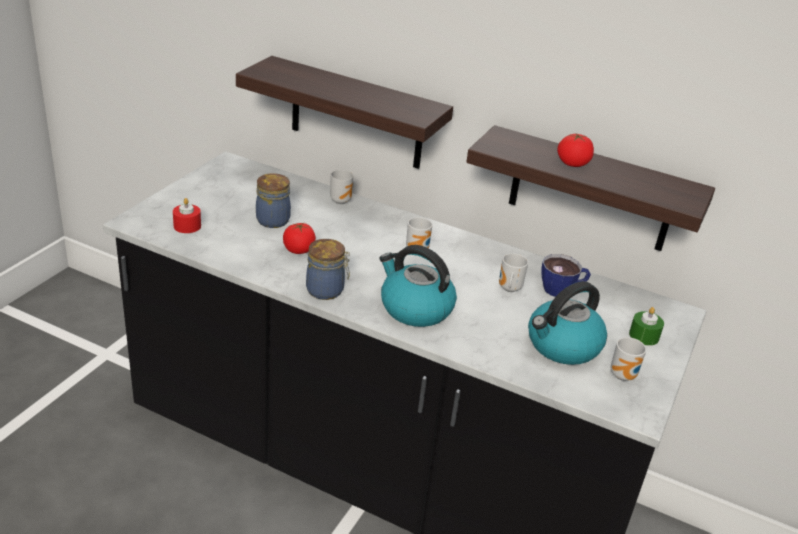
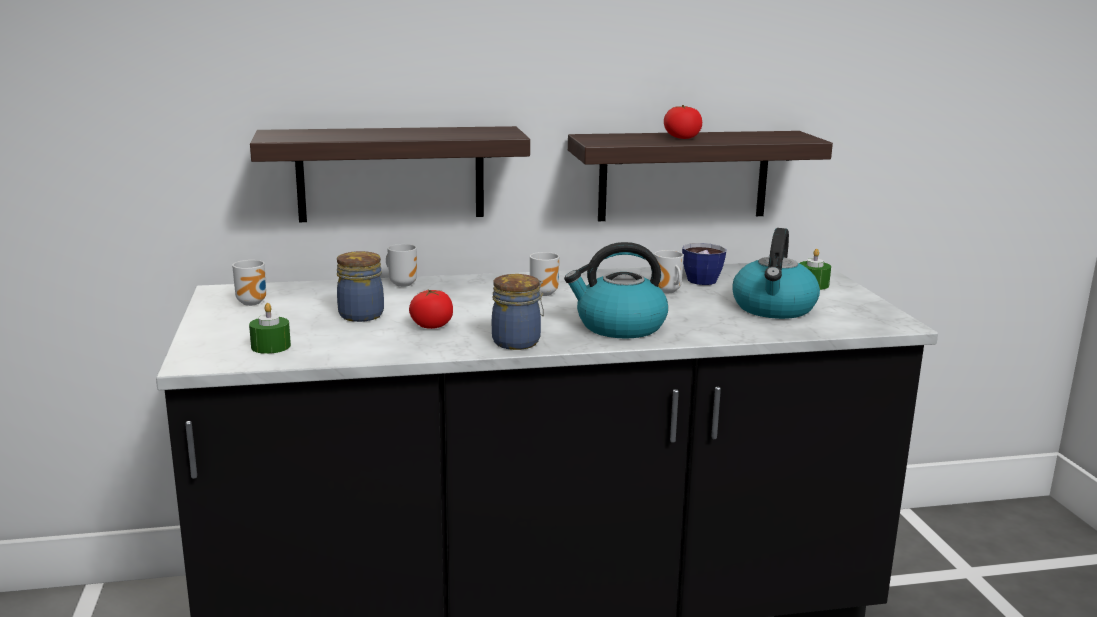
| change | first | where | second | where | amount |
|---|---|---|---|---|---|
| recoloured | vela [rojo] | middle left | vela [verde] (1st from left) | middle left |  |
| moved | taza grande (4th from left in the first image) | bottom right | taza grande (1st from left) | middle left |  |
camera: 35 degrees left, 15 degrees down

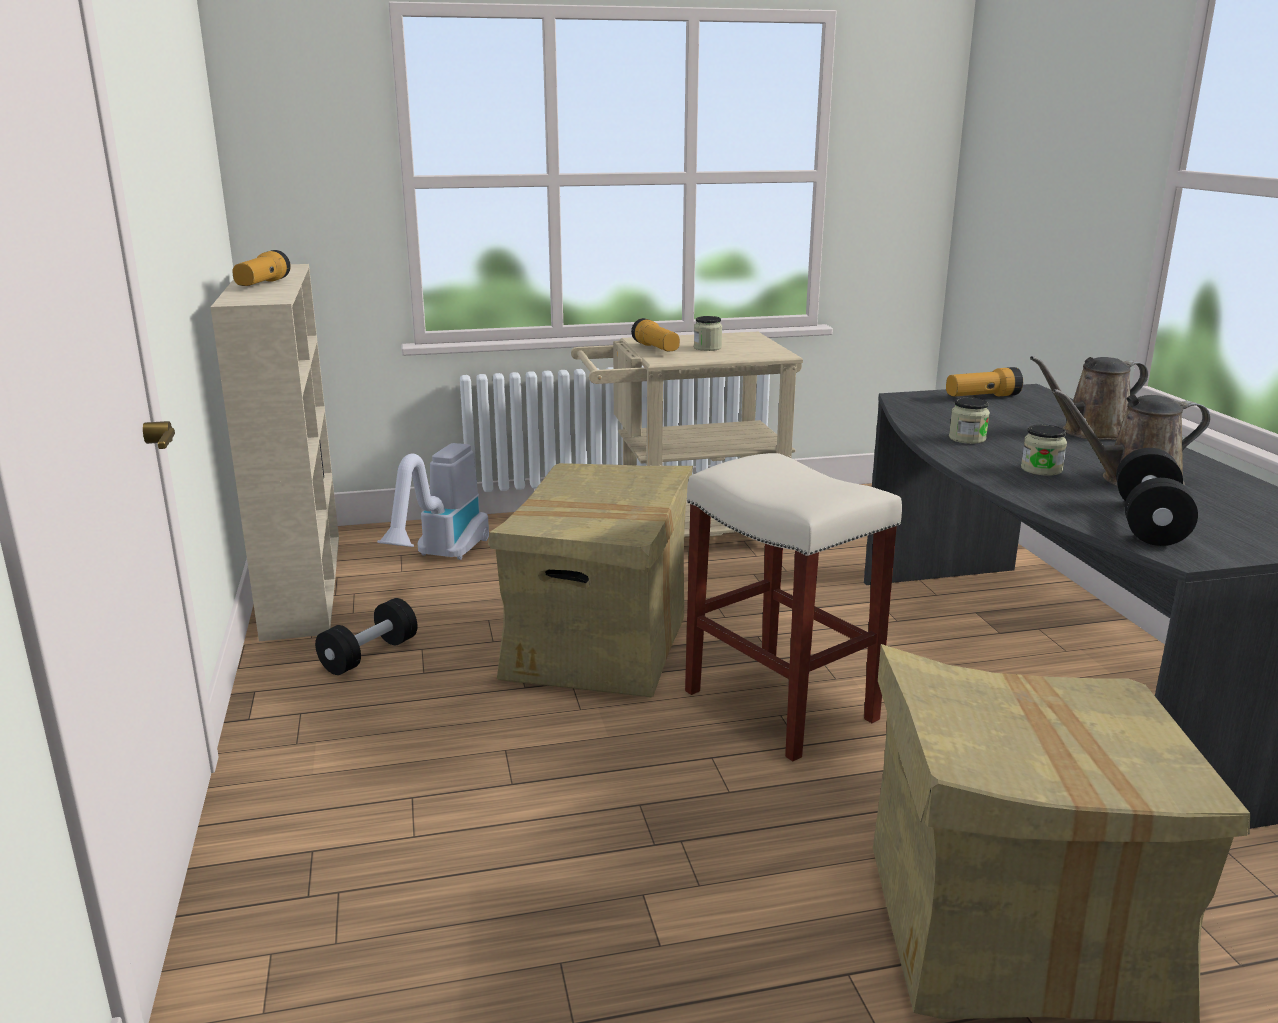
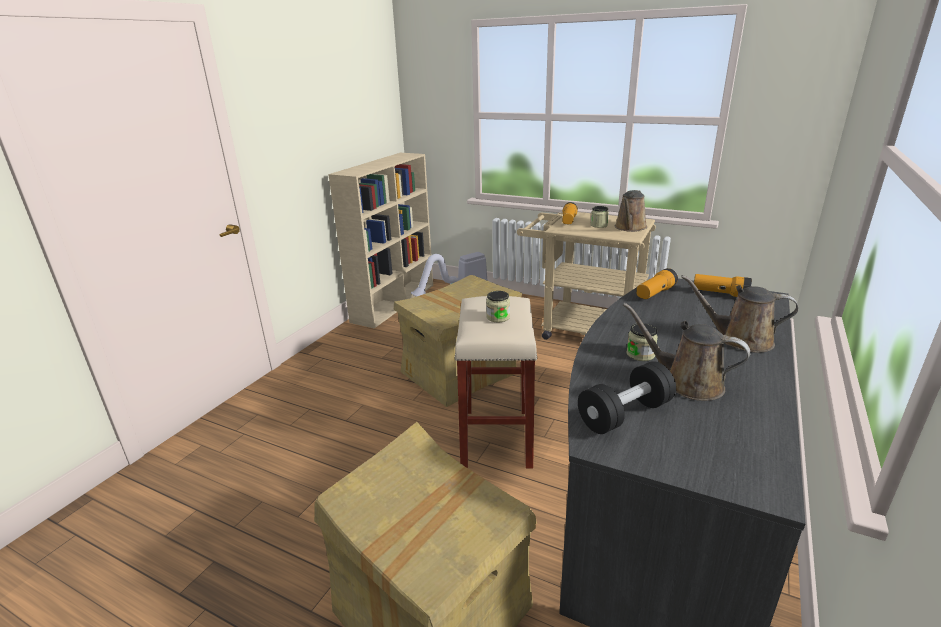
| change | first | where | second | where | amount |
|---|---|---|---|---|---|
| moved | linterna (1st from left in the first image) | top left | linterna (2nd from left) | middle right |  |
| removed | mancuerna [negro] (1st from left) | middle left |  |  |  |
| moved | tarro (2nd from left in the first image) | middle right | tarro (1st from left) | centre |  |
| added |  |  | regadera [marrón] (1st from left) | middle right |  |
camera: 40 degrees right, 5 degrees up

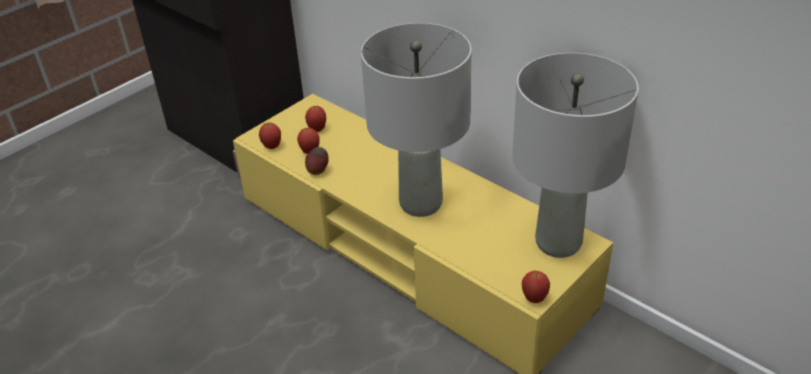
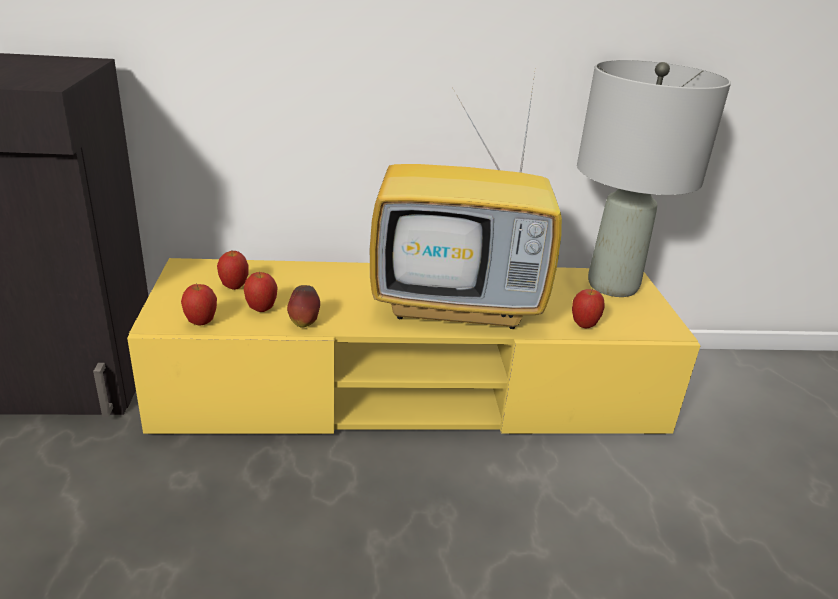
| change | first | where | second | where | amount |
|---|---|---|---|---|---|
| replaced | lámpara de mesa [gris] (1st from left) | top centre | televisor | centre |  |
| moved | manzana (5th from left) | bottom centre |  | middle right |  |
camera: 50 degrees left, 10 degrees down

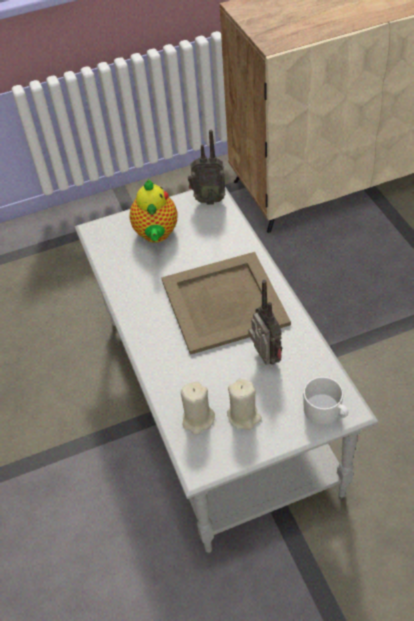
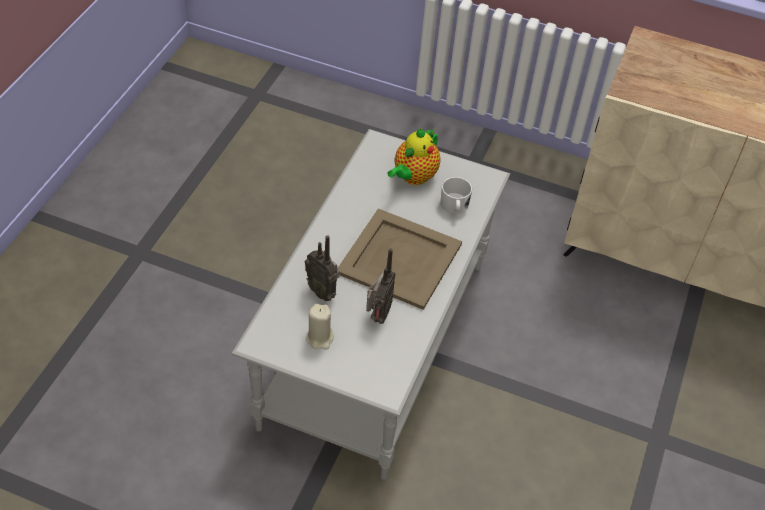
| change | first | where | second | where | amount |
|---|---|---|---|---|---|
| removed | vela [beis] (1st from left) | centre |  |  |  |
| moved | radio (1st from left) | top centre |  | centre |  |
| moved | taza grande [blanco] | middle right |  | centre |  |
camera: 35 degrees right, 0 degrees up

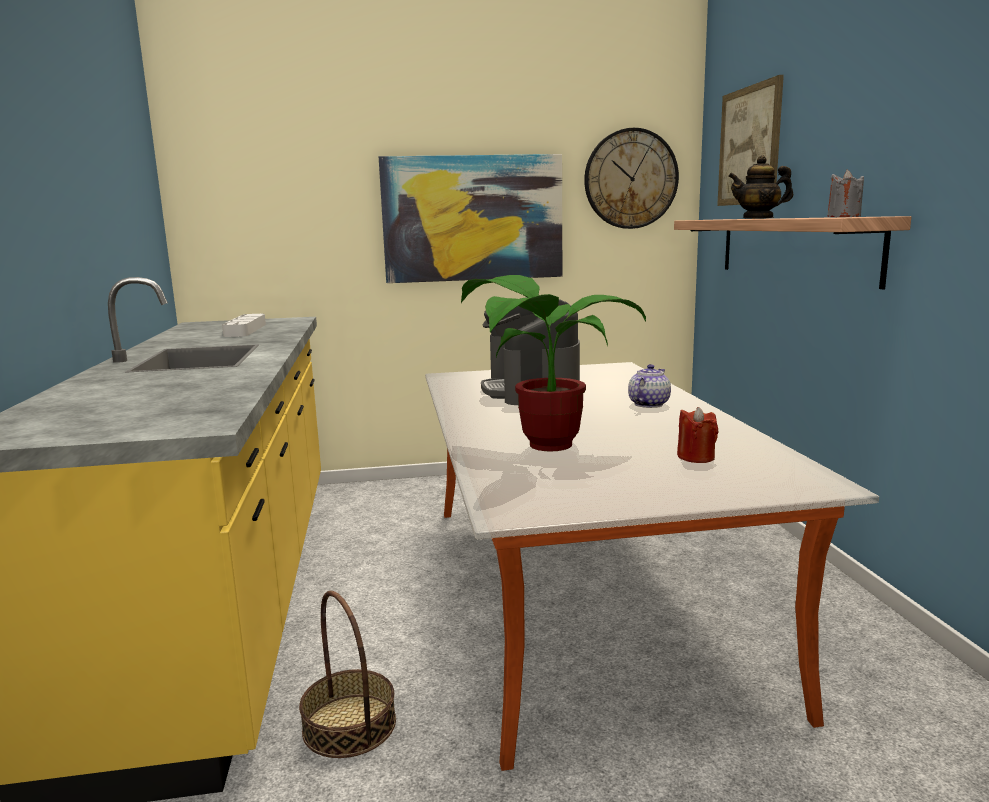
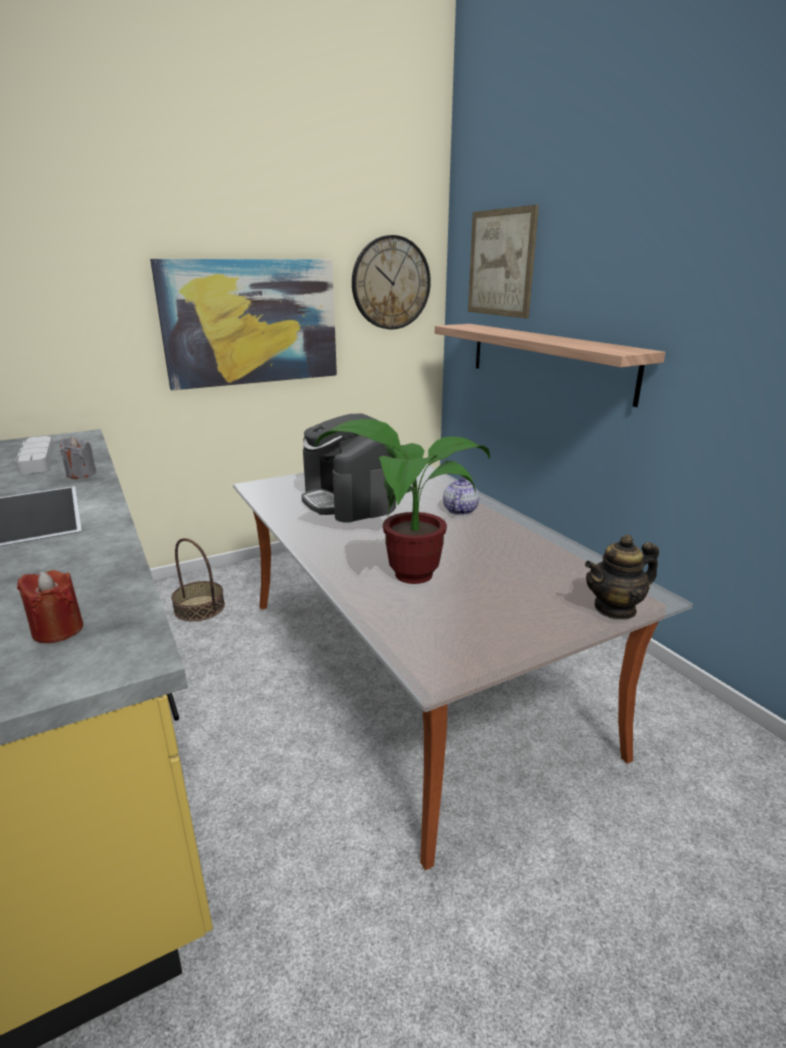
| change | first | where | second | where | amount |
|---|---|---|---|---|---|
| moved | cesta | bottom centre |  | middle left |  |
| moved | vela [rojo] | middle right |  | middle left |  |
| moved | tetera (2nd from left) | top right |  | middle right |  |
| moved | vela [gris] | top right |  | middle left |  |
camera: 20 degrees left, 10 degrees up

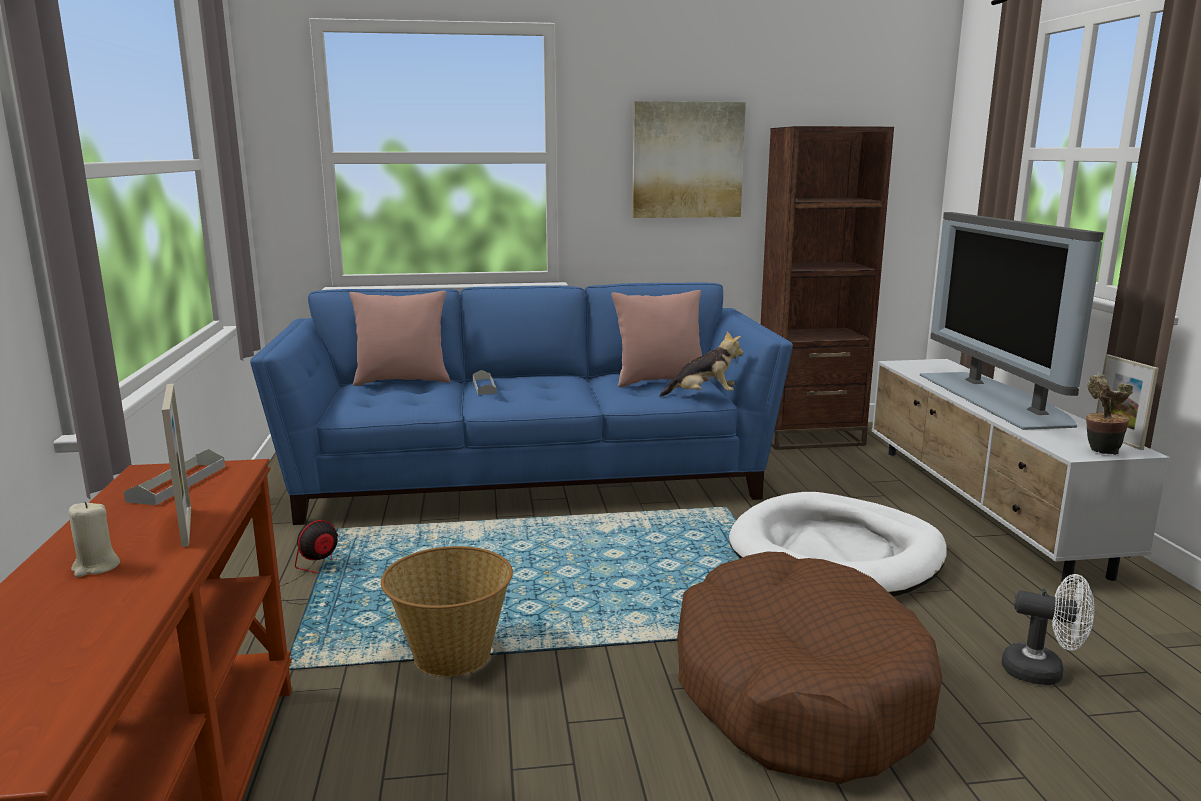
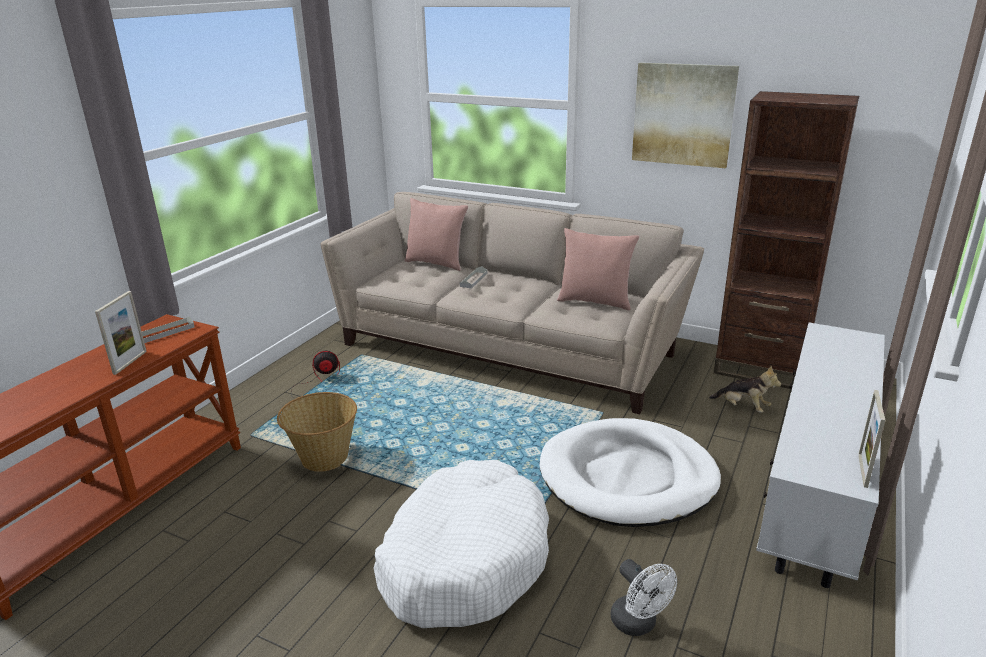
| change | first | where | second | where | amount |
|---|---|---|---|---|---|
| removed | vela [beis] | bottom left |  |  |  |
| recoloured | sofá [azul] | centre | sofá [beis] | centre |  |
| moved | peluche | centre |  | middle right |  |
| recoloured | cama para perro [marrón] | bottom right | cama para perro [blanco] (1st from left) | bottom centre |  |
| removed | televisor | middle right |  |  |  |
| removed | planta en maceta | middle right |  |  |  |
camera: 35 degrees right, 10 degrees up

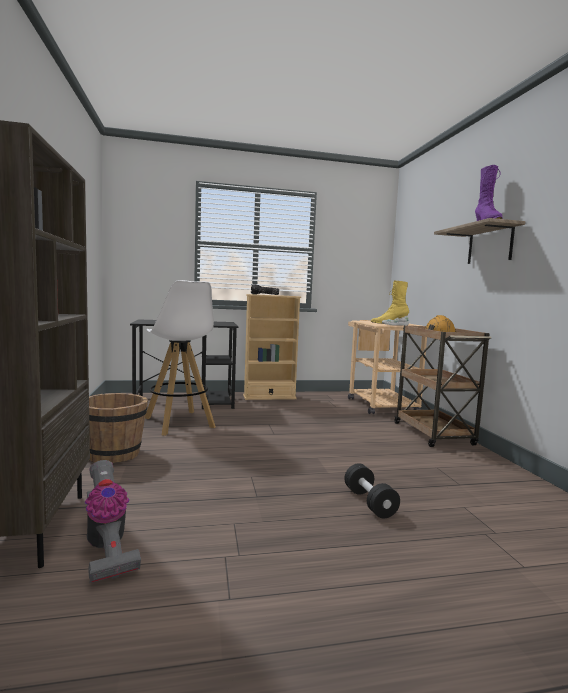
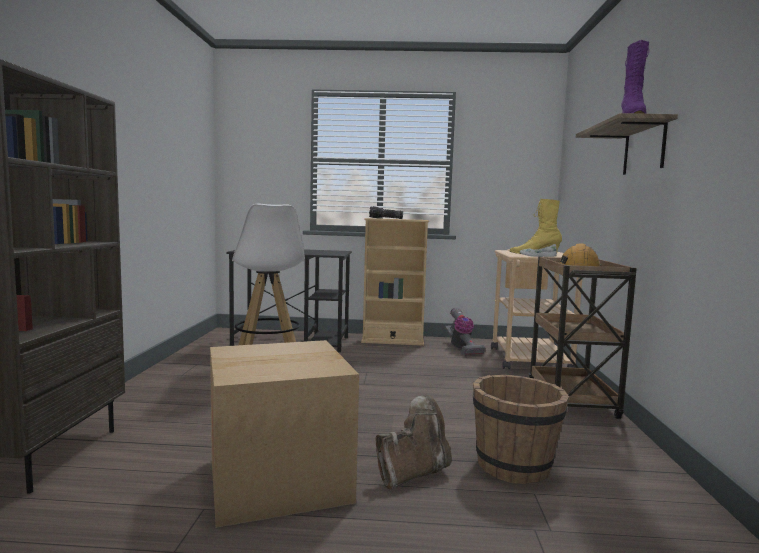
| change | first | where | second | where | amount |
|---|---|---|---|---|---|
| moved | aspiradora | bottom left |  | centre |  |
| moved | cubo [marrón] | middle left |  | bottom right |  |
| replaced | mancuerna [negro] | bottom centre | bota [marrón] | bottom centre |  |
| added |  |  | caja de cartón | bottom centre |  |
camera: 15 degrees right, 0 degrees up

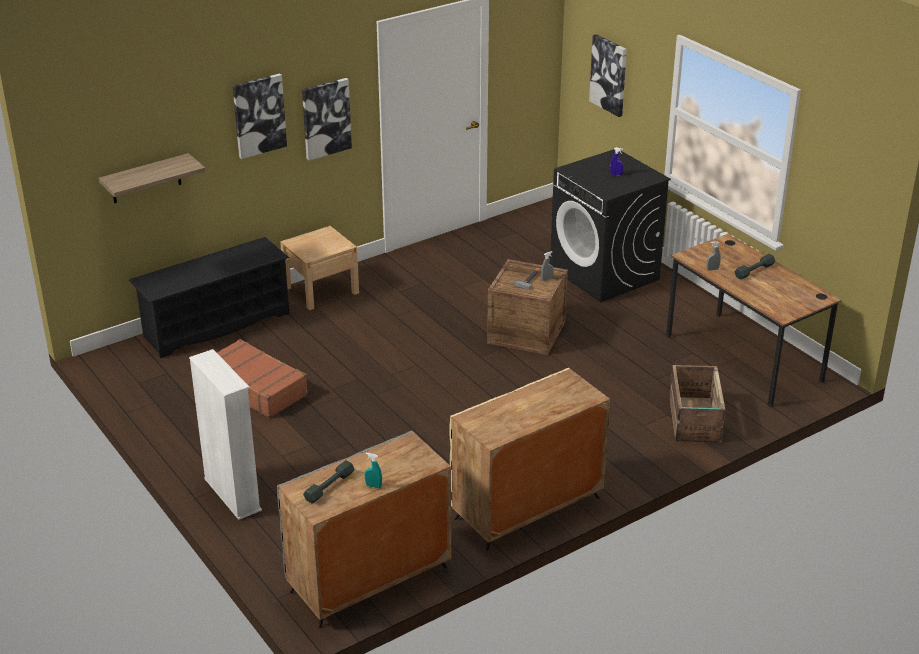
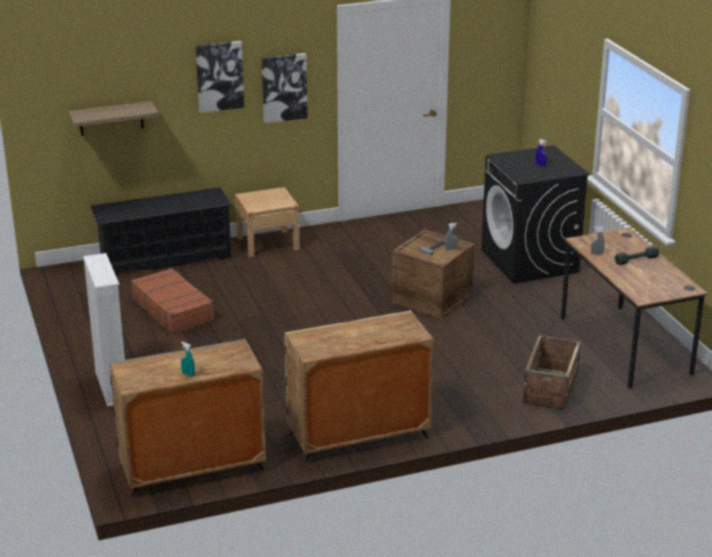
| change | first | where | second | where | amount |
|---|---|---|---|---|---|
| removed | mancuerna [gris] (1st from left) | bottom centre |  |  |  |
| removed | cuadro (3rd from left) | top centre |  |  |  |
camera: 15 degrees right, 5 degrees down

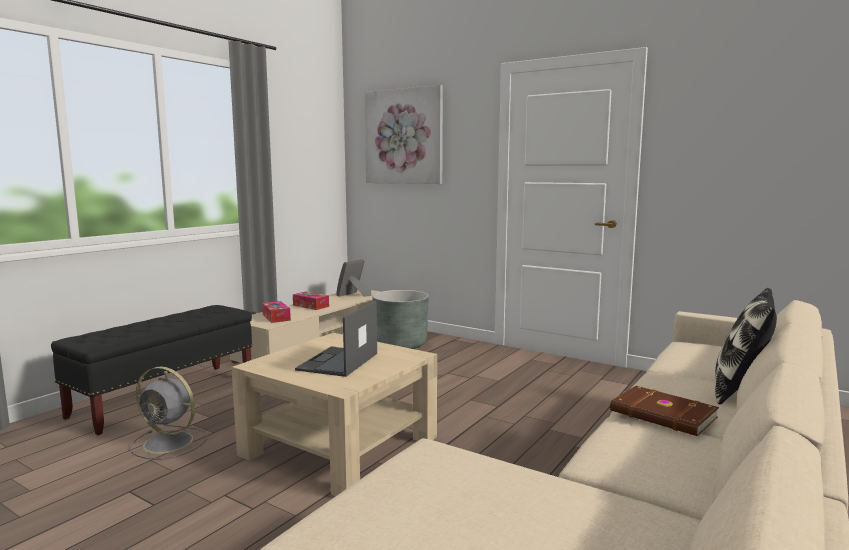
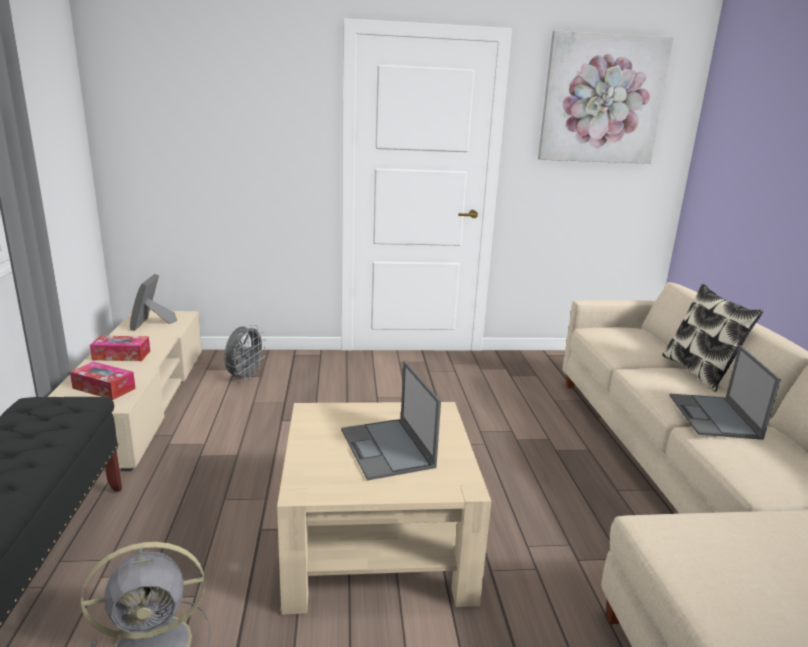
| change | first | where | second | where | amount |
|---|---|---|---|---|---|
| moved | cuadro | top centre |  | top right |  |
| replaced | maceta [gris] | centre | ventilador [gris] (2nd from left) | middle left |  |
| replaced | libro [marrón] | bottom right | portátil (2nd from left) | middle right |  |
camera: 40 degrees left, 10 degrees up

